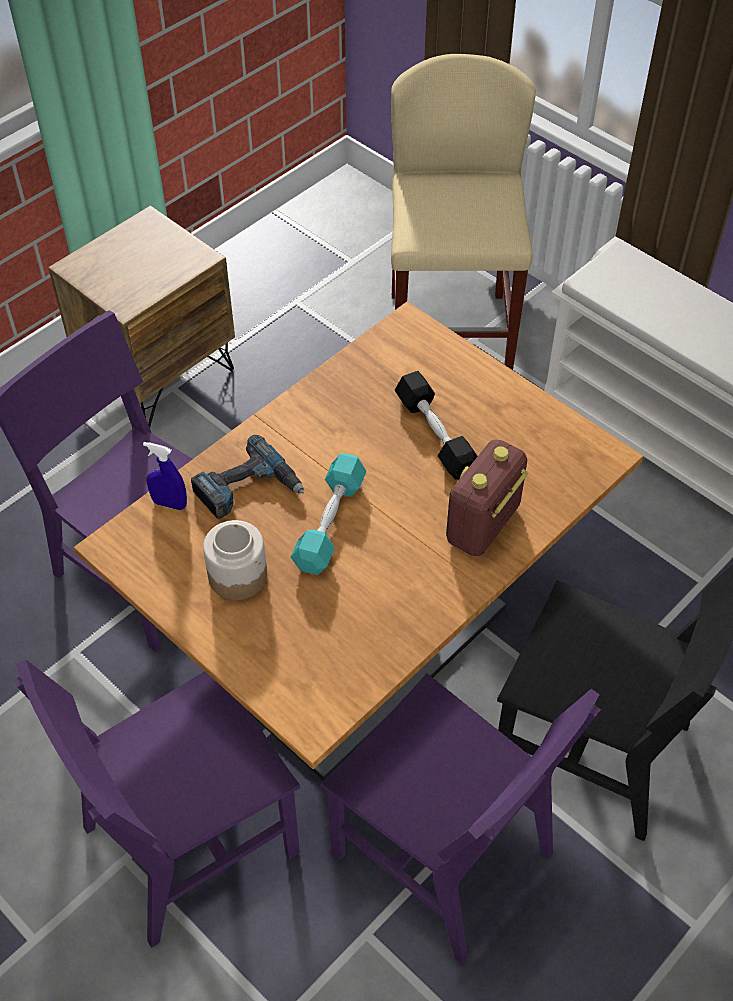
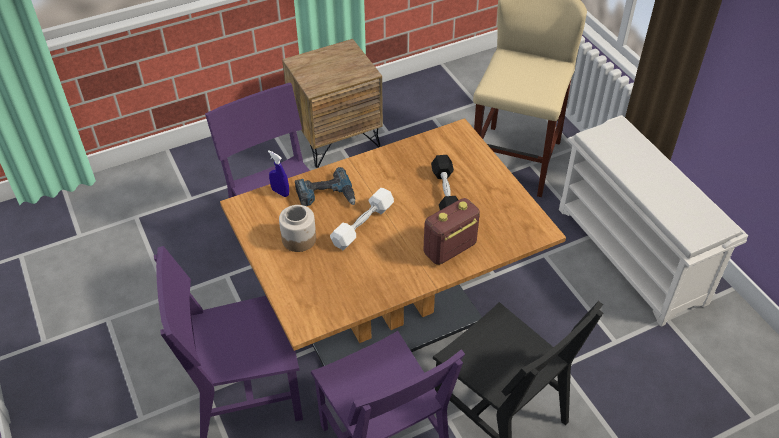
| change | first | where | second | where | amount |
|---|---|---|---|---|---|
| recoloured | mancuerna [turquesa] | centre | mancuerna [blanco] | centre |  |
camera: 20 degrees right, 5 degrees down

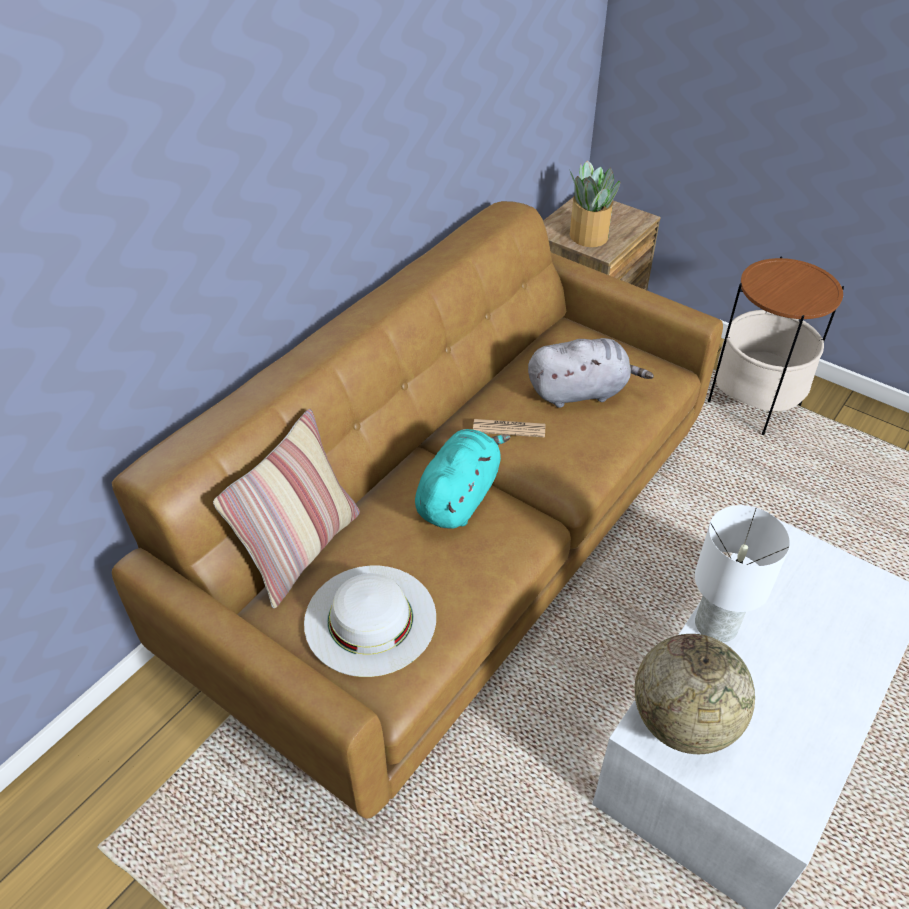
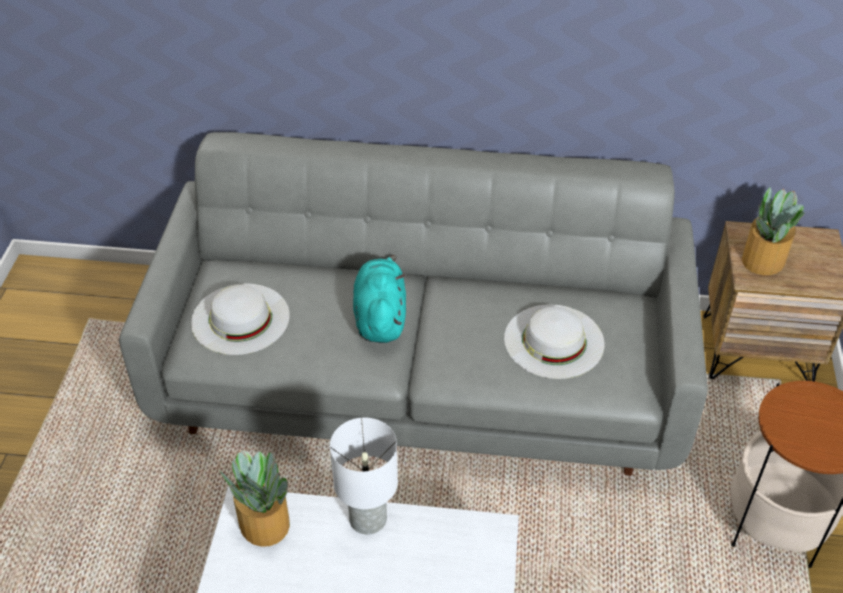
| change | first | where | second | where | amount |
|---|---|---|---|---|---|
| recoloured | sofá [marrón] | centre | sofá [gris] | centre |  |
| removed | cojín | middle left |  |  |  |
| turned | peluche [turquesa] | centre |  | centre | 90 degrees counterclockwise |
| removed | periódico | centre |  |  |  |
| replaced | peluche [gris] | centre | sombrero [blanco] (2nd from left) | centre |  |
| replaced | globo terráqueo | bottom right | planta en maceta (1st from left) | bottom left |  |
camera: 60 degrees right, 0 degrees up

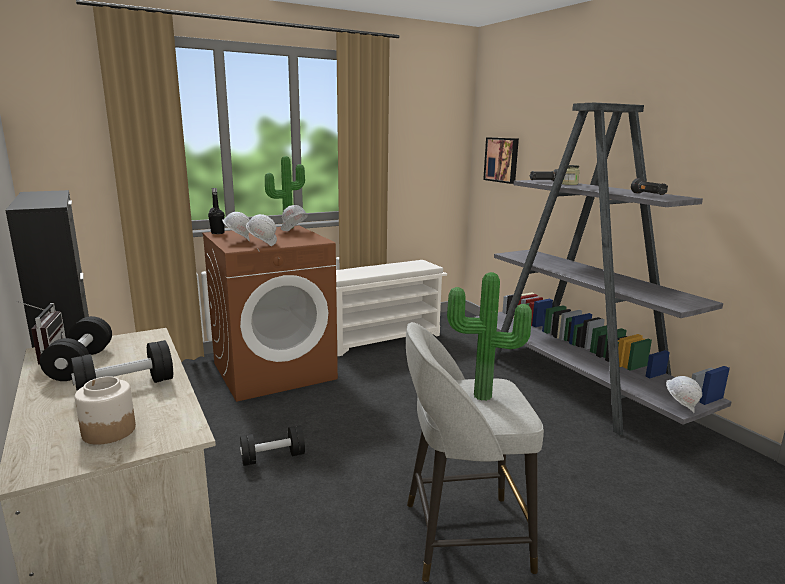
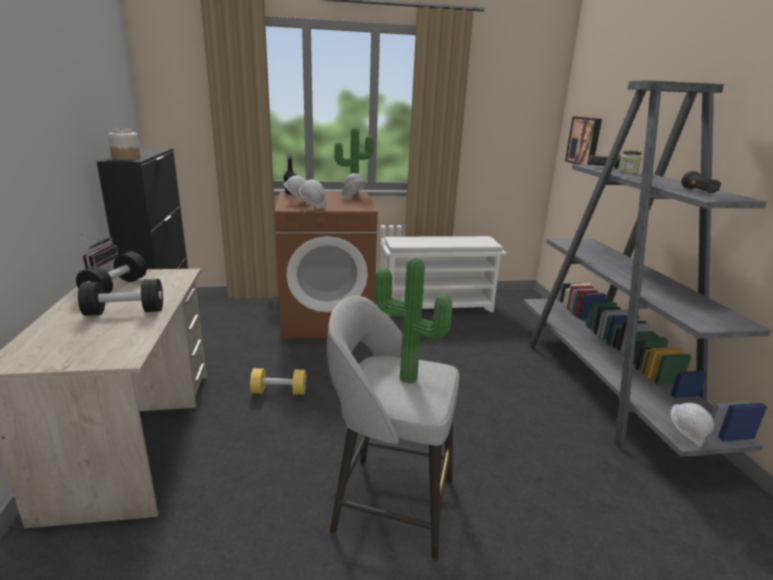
| change | first | where | second | where | amount |
|---|---|---|---|---|---|
| moved | tarro (1st from left) | bottom left |  | top left |  |
| recoloured | mancuerna [negro] (3rd from left) | bottom centre | mancuerna [amarillo] | centre |  |
camera: 20 degrees right, 5 degrees up

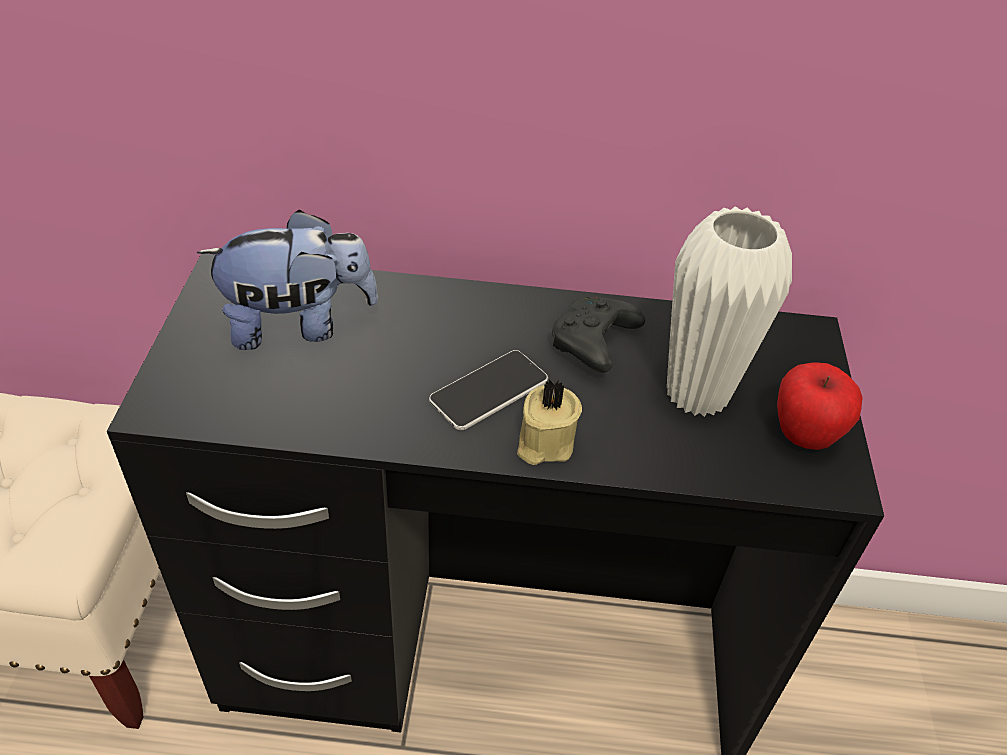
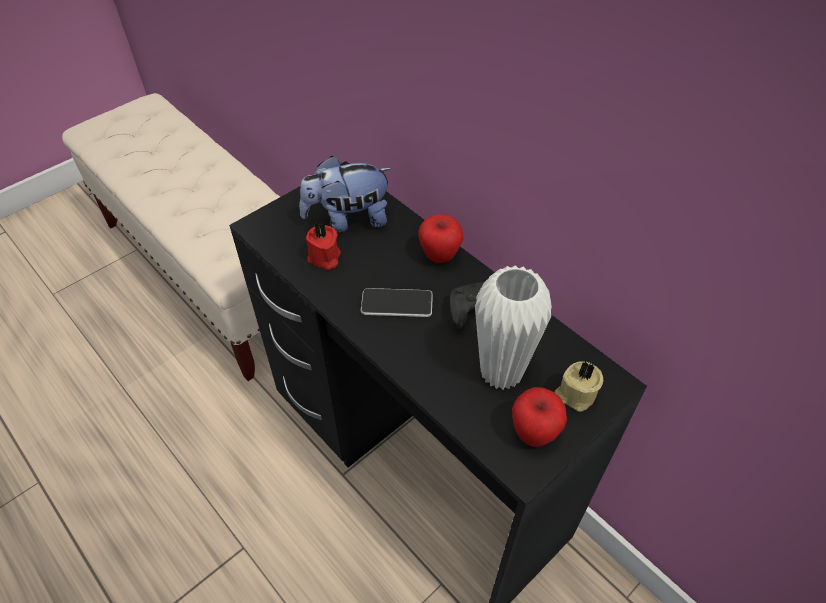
| change | first | where | second | where | amount |
|---|---|---|---|---|---|
| turned | peluche | middle left |  | top centre | 135 degrees clockwise |
| moved | vela [beis] | centre |  | middle right |  |
| added |  |  | vela [rojo] | centre |  |
| added |  |  | manzana (1st from left) | centre |  |
camera: 45 degrees right, 5 degrees up

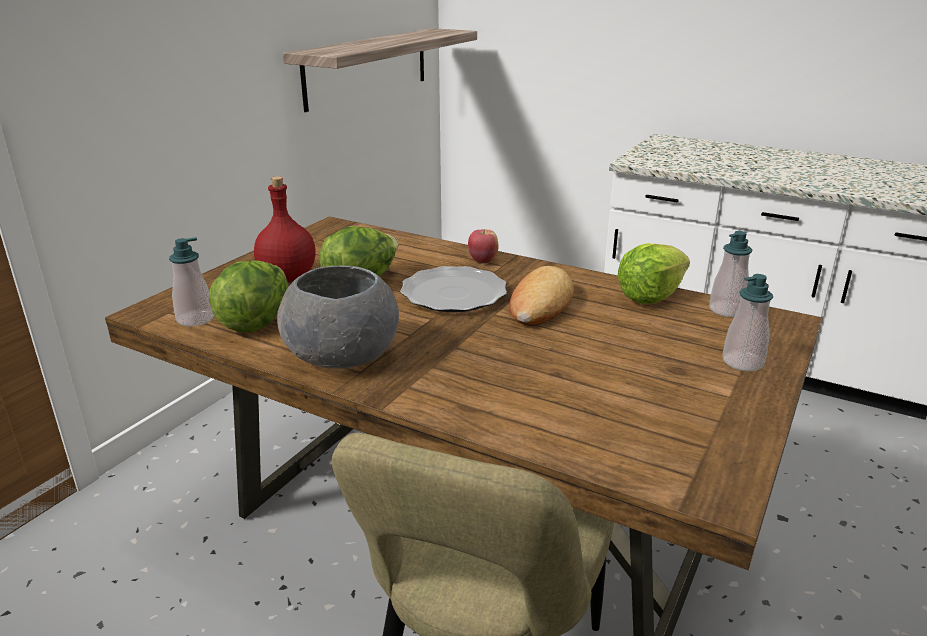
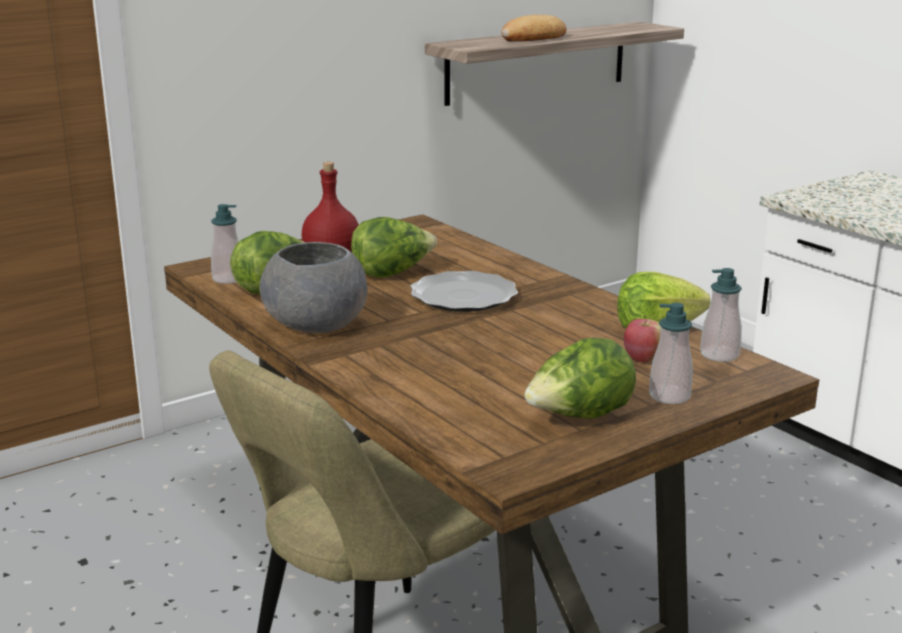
| change | first | where | second | where | amount |
|---|---|---|---|---|---|
| moved | manzana | centre |  | middle right |  |
| moved | pan | centre |  | top centre |  |
| added |  |  | lechuga (3rd from left) | centre |  |
camera: 25 degrees right, 5 degrees down

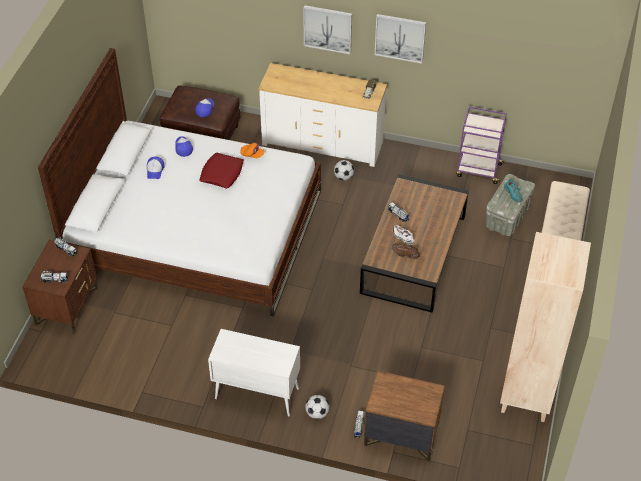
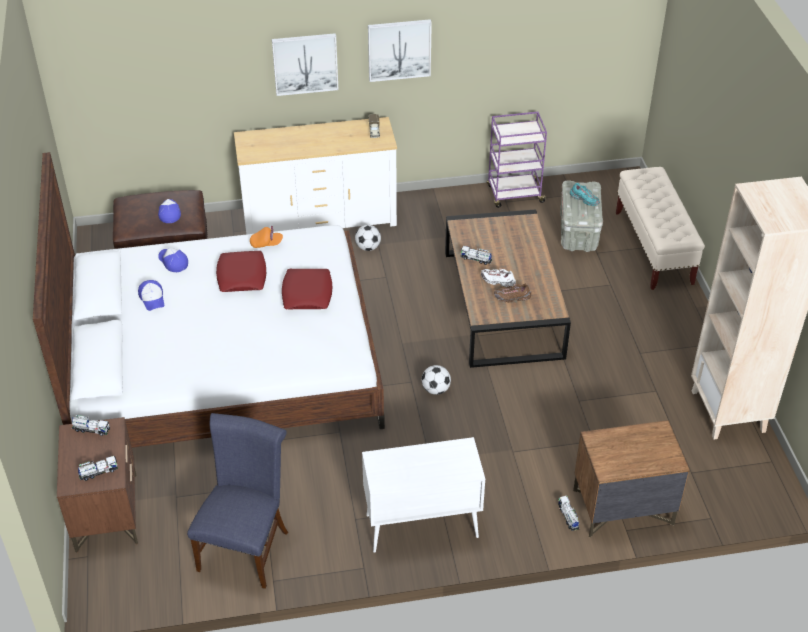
| change | first | where | second | where | amount |
|---|---|---|---|---|---|
| moved | balón de fútbol (1st from left in the first image) | bottom centre | balón de fútbol (2nd from left) | centre |  |
| added |  |  | silla [azul] | bottom left |  |
| added |  |  | cojín [rojo] (2nd from left) | centre |  |
camera: 25 degrees left, 5 degrees down

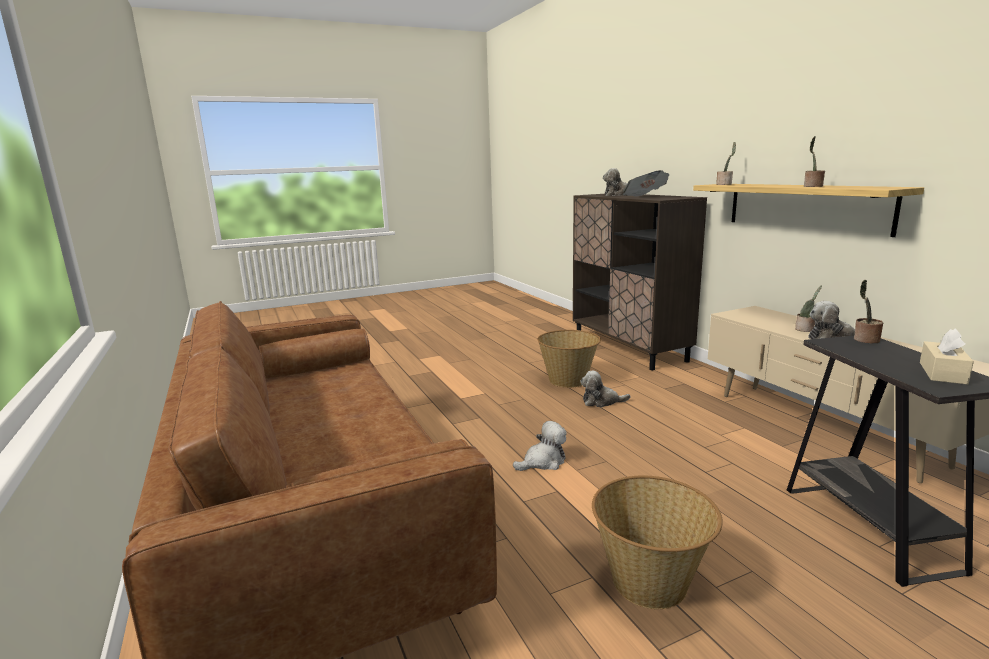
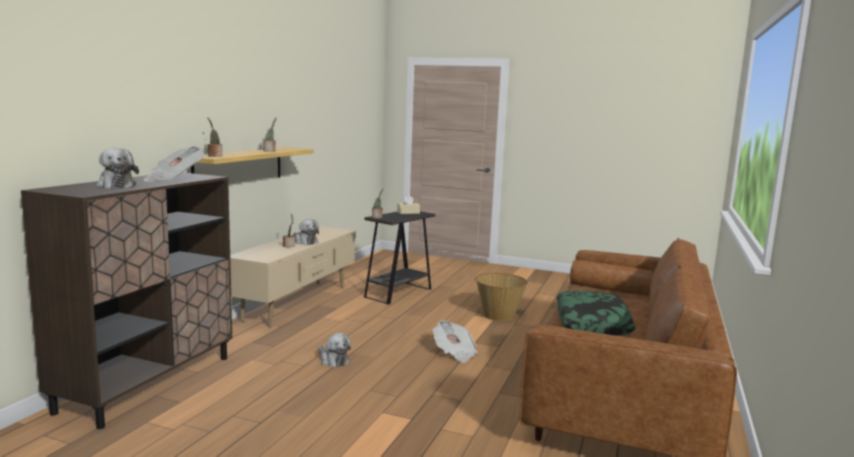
| change | first | where | second | where | amount |
|---|---|---|---|---|---|
| replaced | peluche (1st from left) | bottom centre | periódico (2nd from left) | bottom centre |  |
| removed | cesta (1st from left) | centre |  |  |  |
| added |  |  | cojín | bottom right |  |
camera: 135 degrees left, 5 degrees down

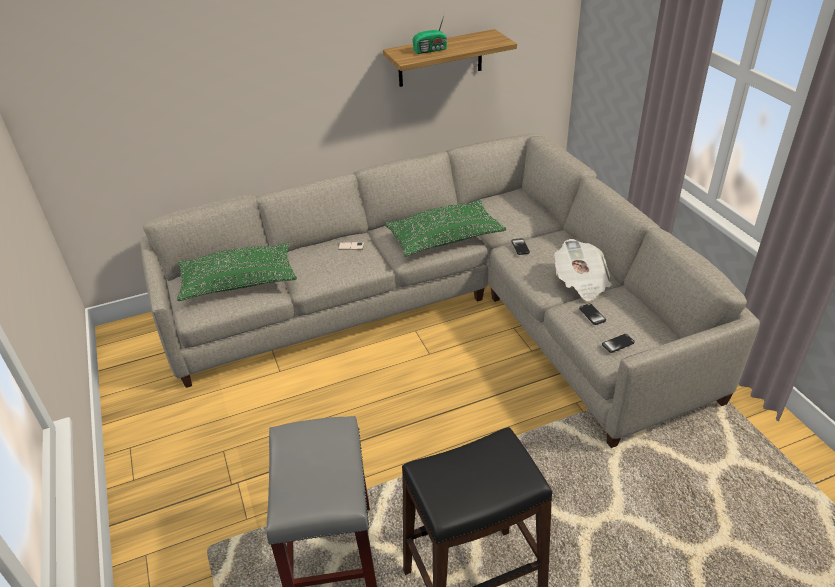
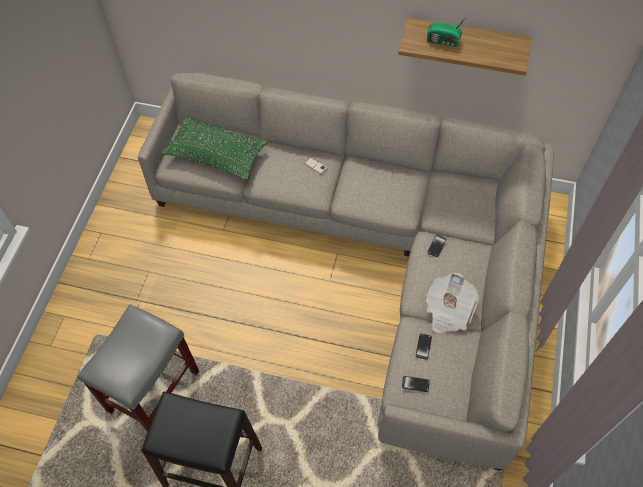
| change | first | where | second | where | amount |
|---|---|---|---|---|---|
| removed | cojín [verde] (2nd from left) | centre |  |  |  |
camera: 35 degrees right, 20 degrees up

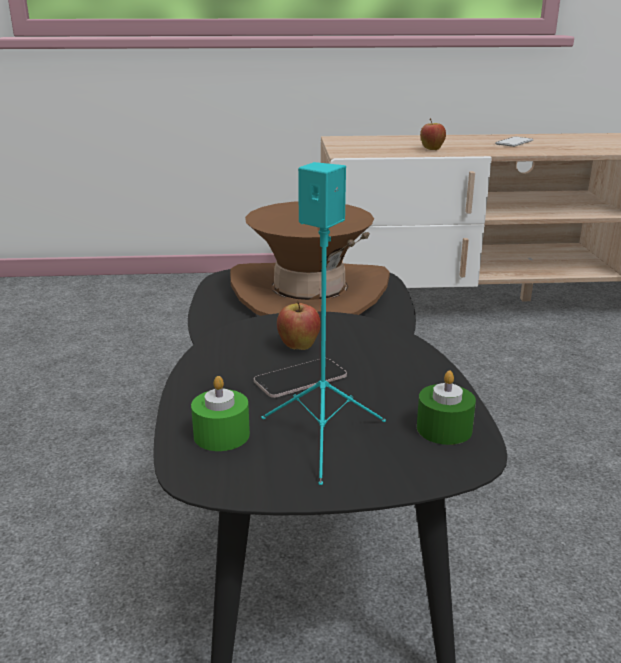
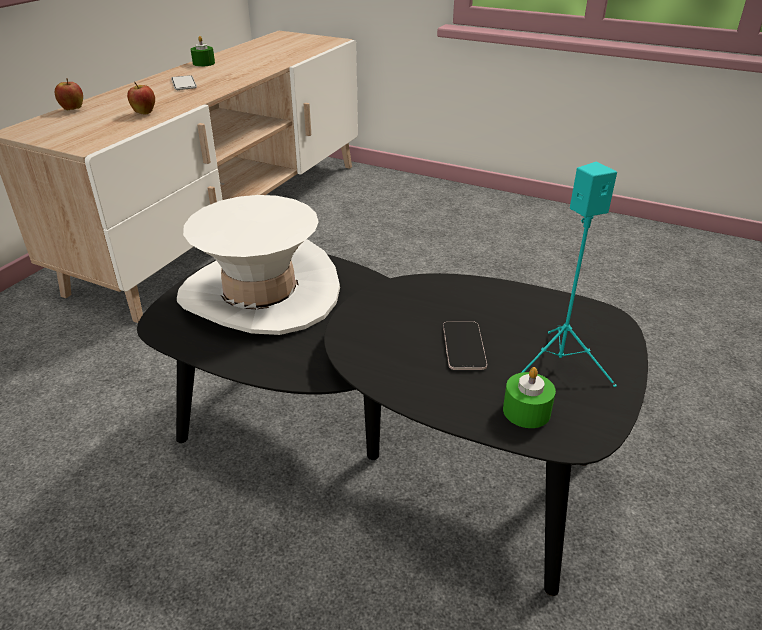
| change | first | where | second | where | amount |
|---|---|---|---|---|---|
| recoloured | sombrero [marrón] | centre | sombrero [blanco] | centre |  |
| moved | manzana (1st from left) | centre |  | top left |  |
| moved | vela [verde] (2nd from left in the first image) | middle right | vela [verde] (1st from left) | top left |  |
camera: 60 degrees left, 10 degrees up

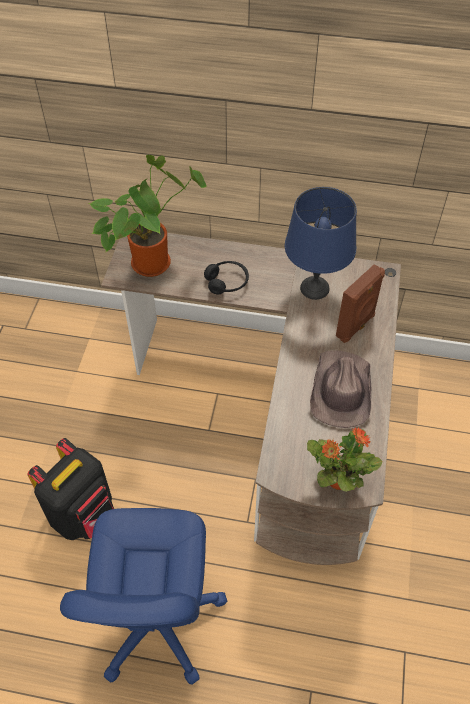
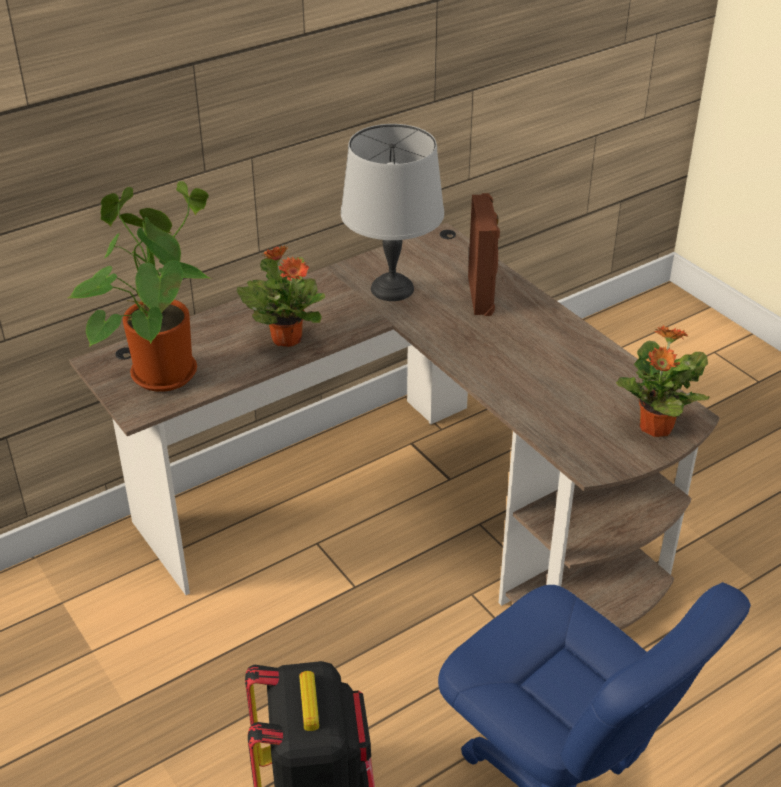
| change | first | where | second | where | amount |
|---|---|---|---|---|---|
| replaced | auriculares [negro] | centre | planta en maceta (2nd from left) | centre |  |
| recoloured | lámpara de mesa [azul] | middle right | lámpara de mesa [gris] | top centre |  |
| removed | sombrero [marrón] | middle right |  |  |  |
camera: 45 degrees left, 15 degrees down

